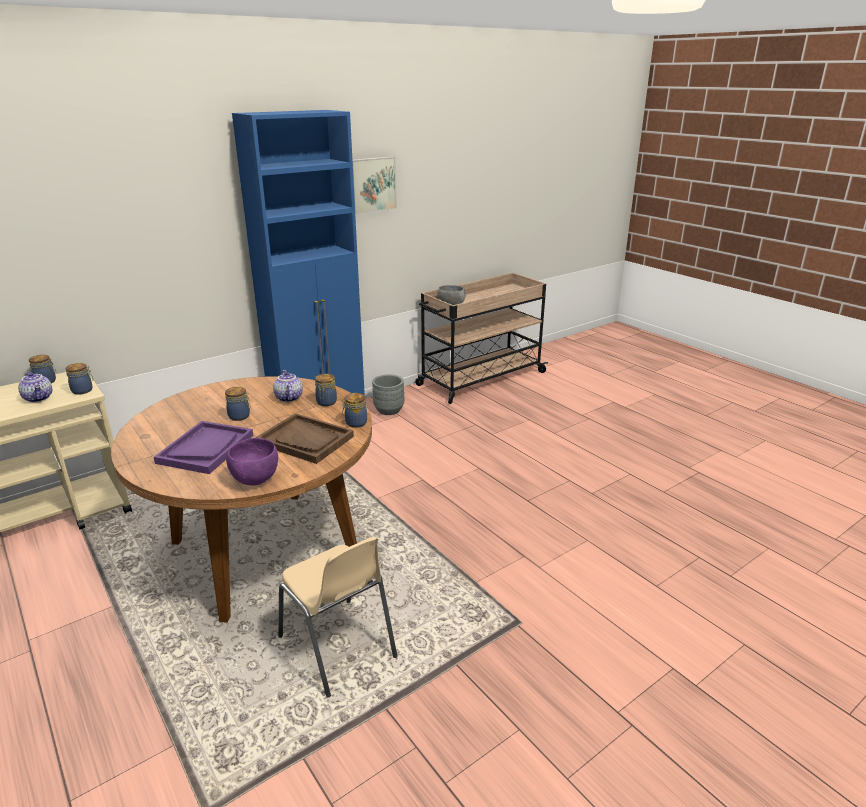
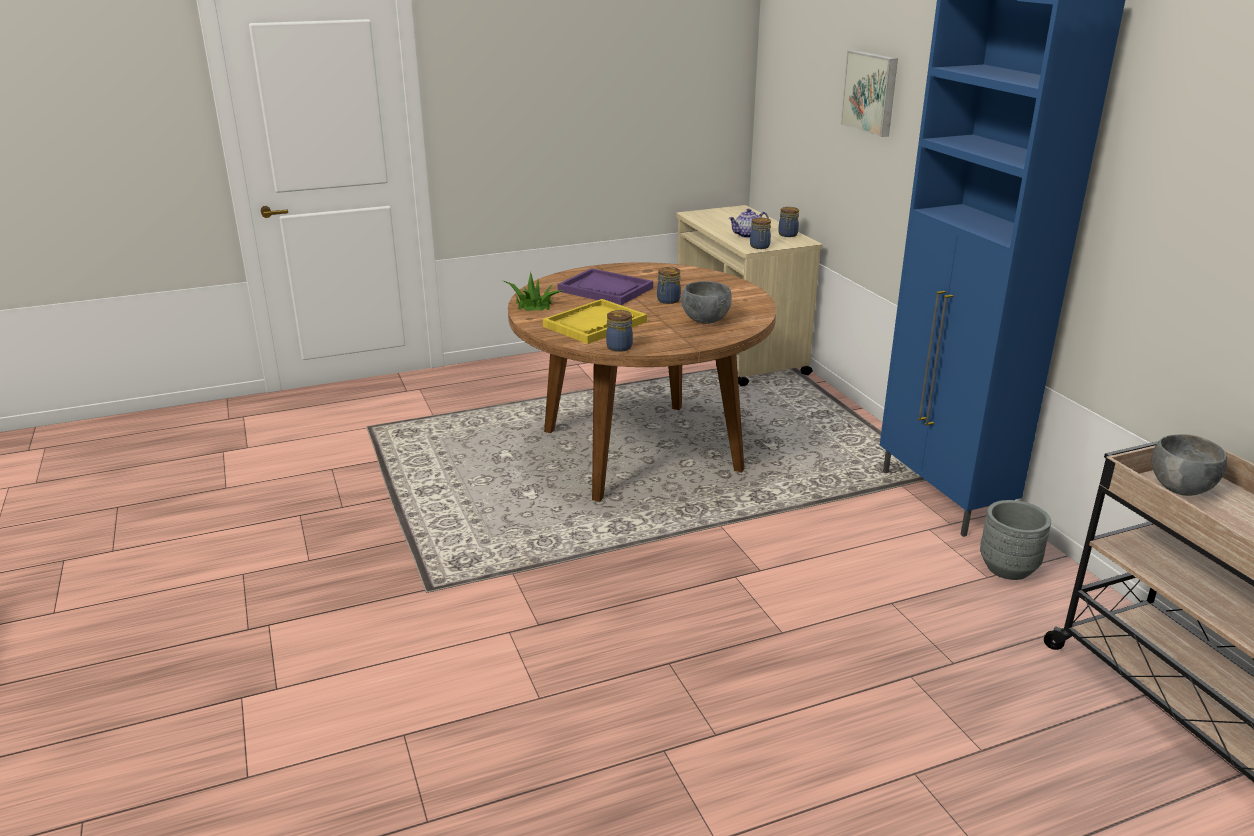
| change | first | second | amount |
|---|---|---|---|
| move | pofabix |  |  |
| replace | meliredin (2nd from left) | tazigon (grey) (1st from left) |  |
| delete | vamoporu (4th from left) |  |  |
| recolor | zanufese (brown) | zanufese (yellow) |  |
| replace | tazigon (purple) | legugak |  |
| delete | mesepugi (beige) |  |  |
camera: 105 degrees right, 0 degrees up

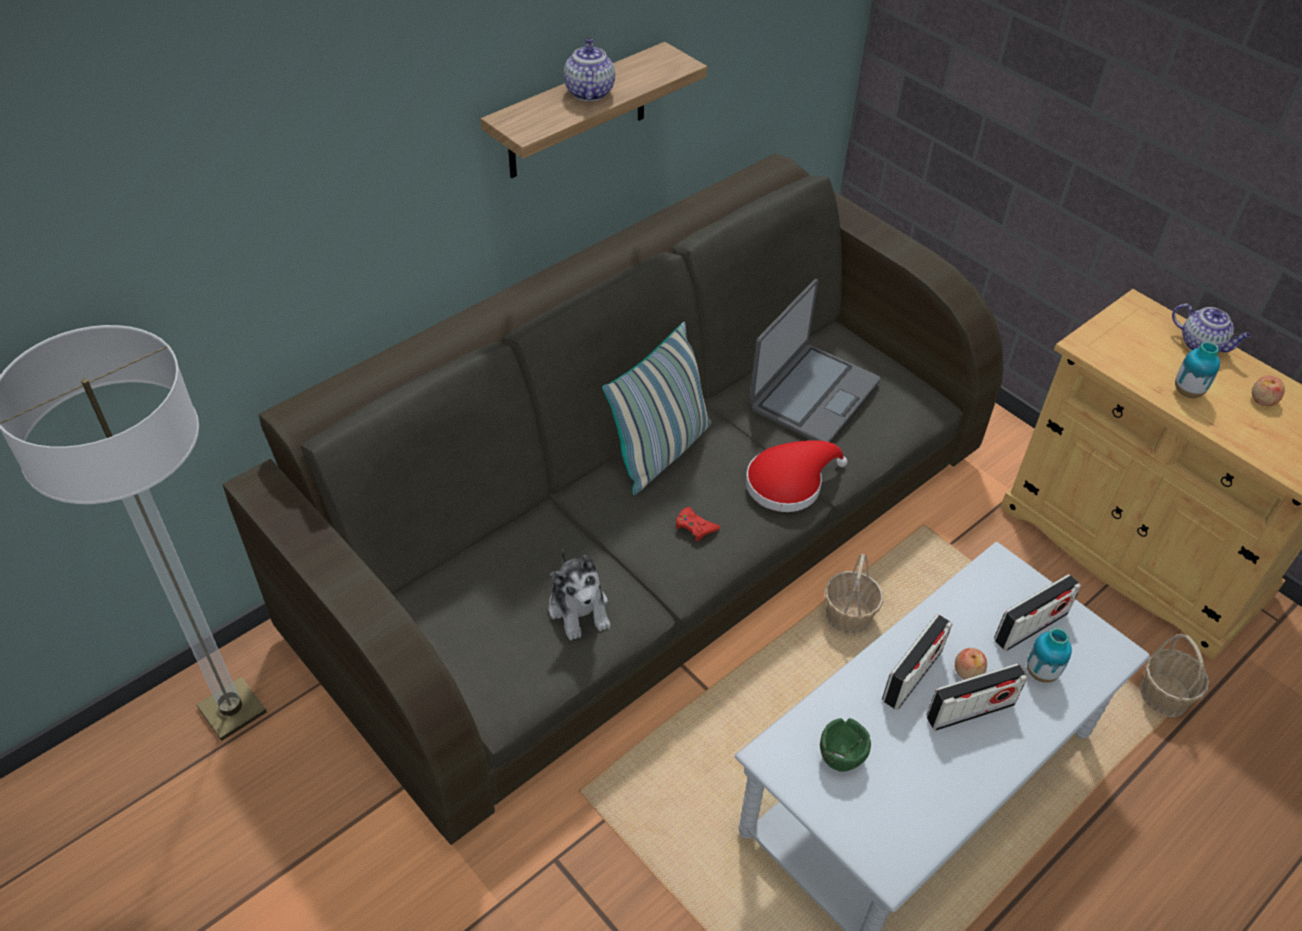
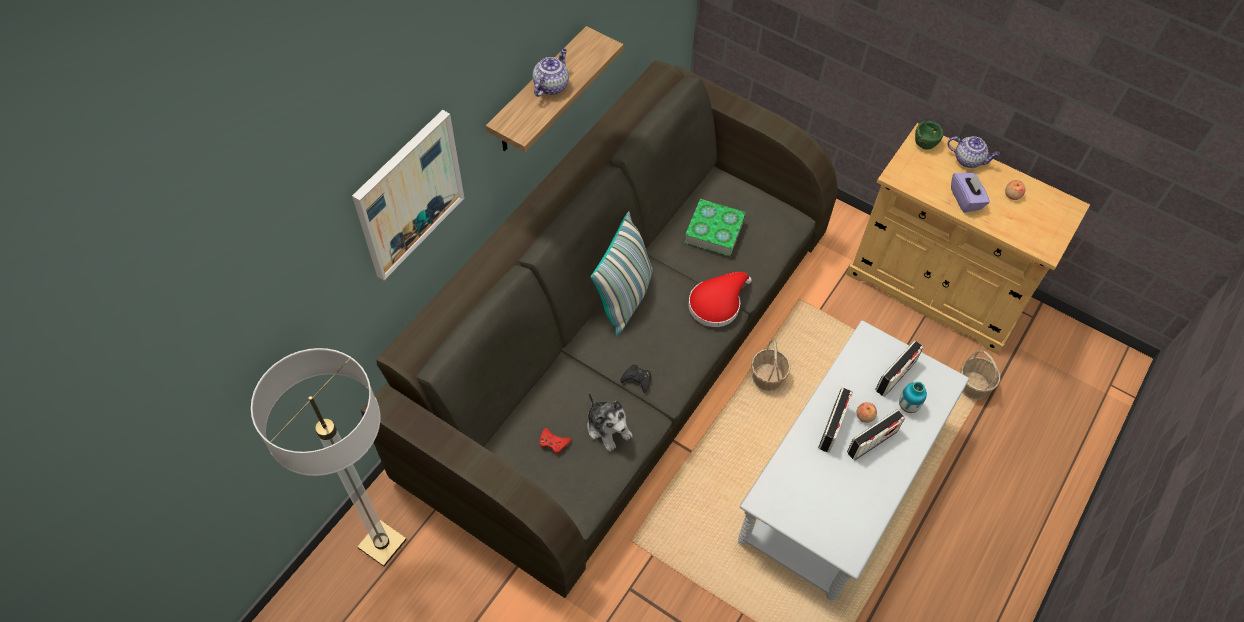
| change | first | second | amount |
|---|---|---|---|
| rotate | meliredin (1st from left) |  | 45 degrees clockwise |
| replace | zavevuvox | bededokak |  |
| replace | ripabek (2nd from left) | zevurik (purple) |  |
| move | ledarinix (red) |  |  |
| move | tazigon (green) |  |  |
| insert |  | pofabix |  |
| insert |  | ledarinix (black) |  |
camera: 15 degrees left, 10 degrees up

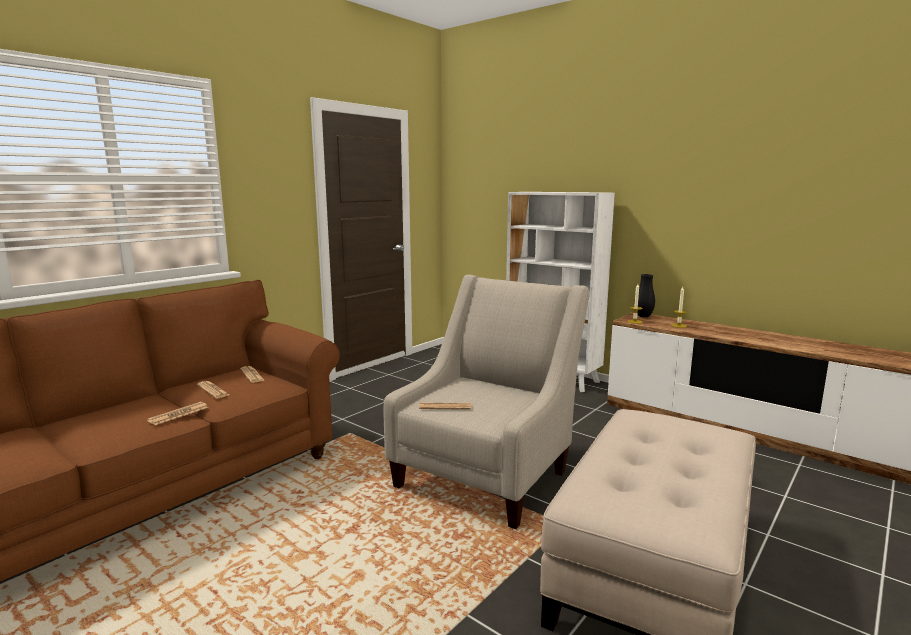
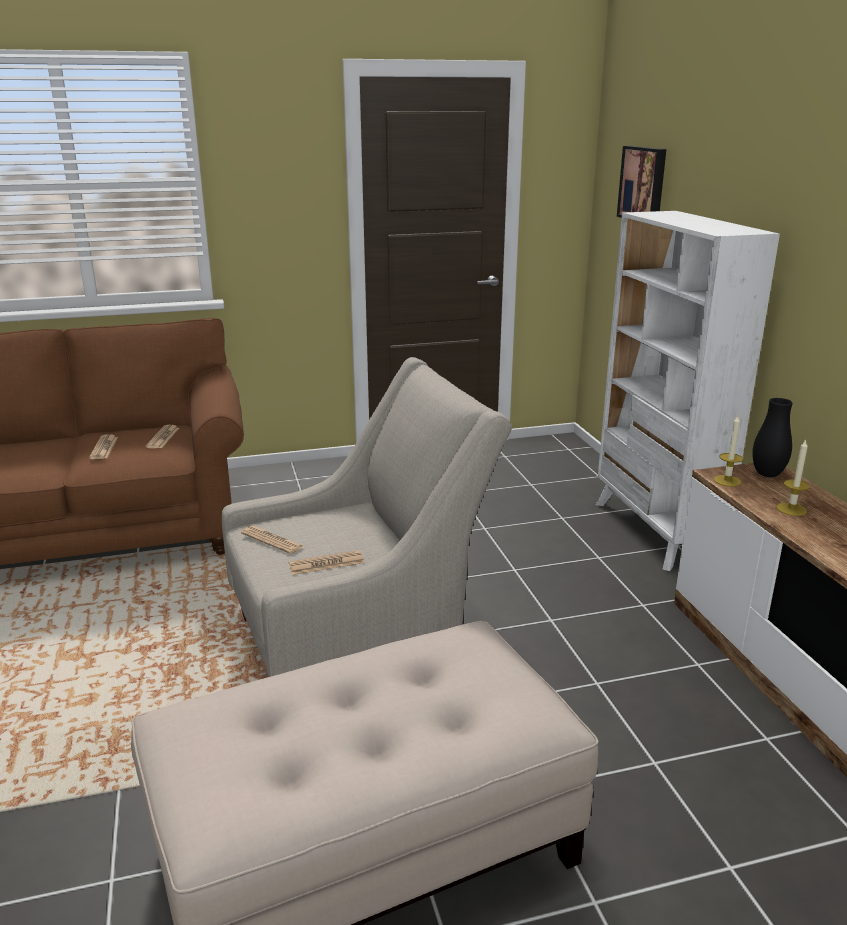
| change | first | second | amount |
|---|---|---|---|
| move | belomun (1st from left in the first image) | belomun (4th from left) |  |
| insert |  | pofabix |  |
camera: 35 degrees right, 10 degrees up

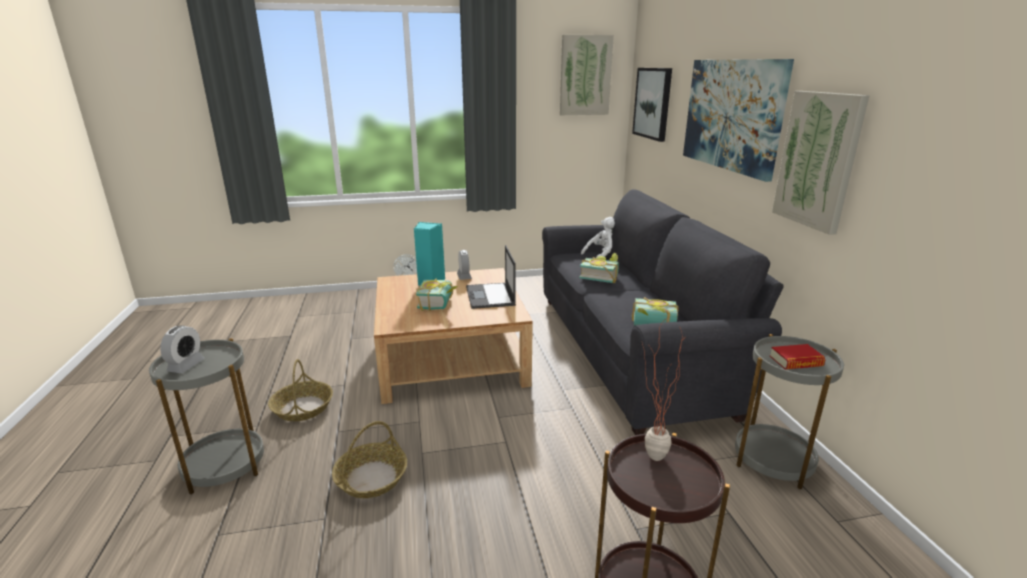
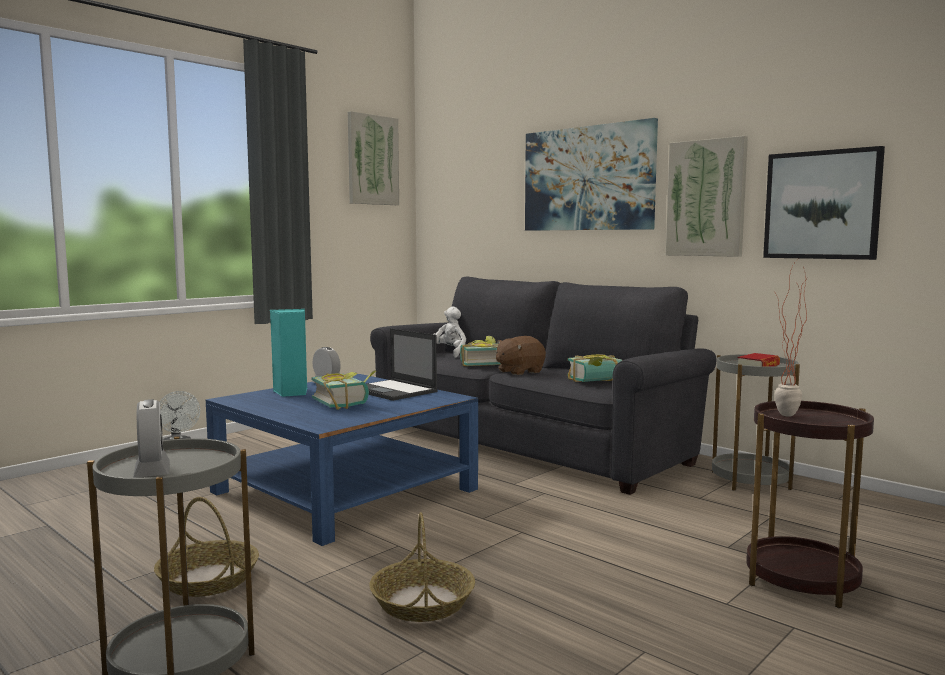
| change | first | second | amount |
|---|---|---|---|
| move | pofabix (2nd from left in the first image) | pofabix (4th from left) |  |
| recolor | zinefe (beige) | zinefe (blue) |  |
| insert |  | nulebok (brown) |  |
camera: 35 degrees left, 15 degrees down

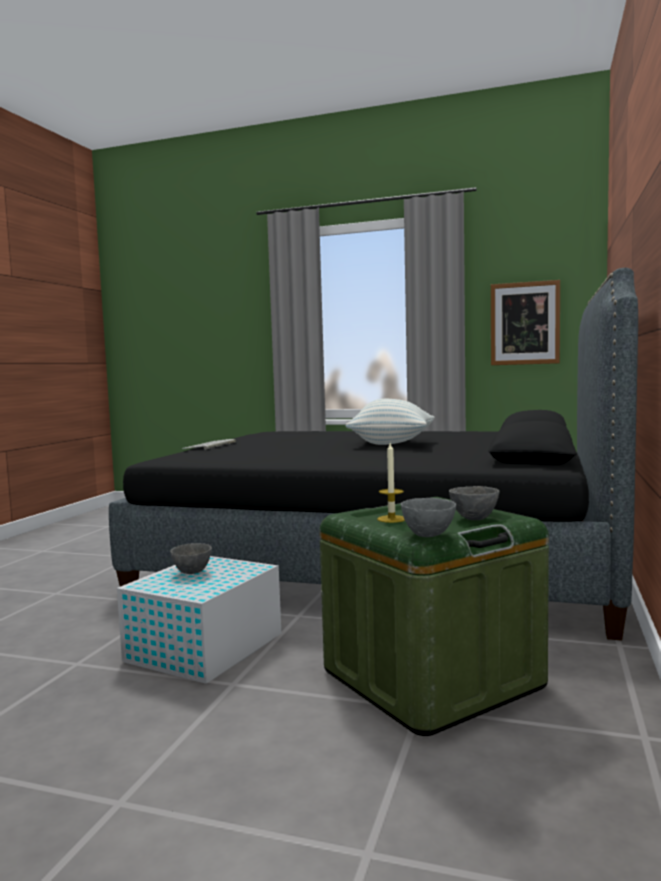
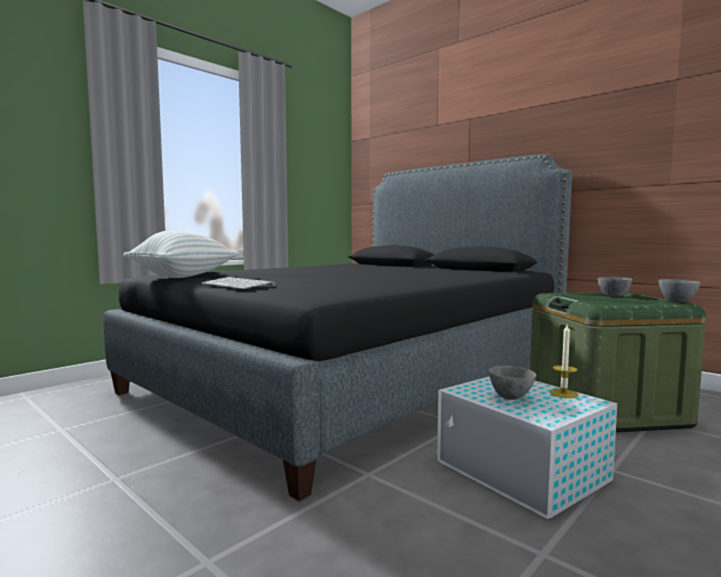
| change | first | second | amount |
|---|---|---|---|
| delete | pofabix |  |  |
| move | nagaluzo |  |  |
| move | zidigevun |  |  |
camera: 65 degrees left, 0 degrees up

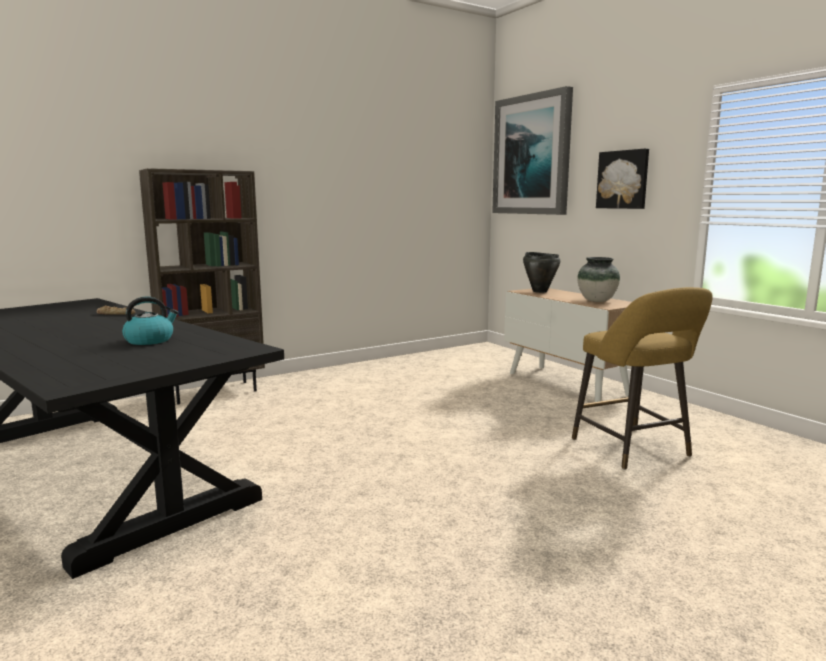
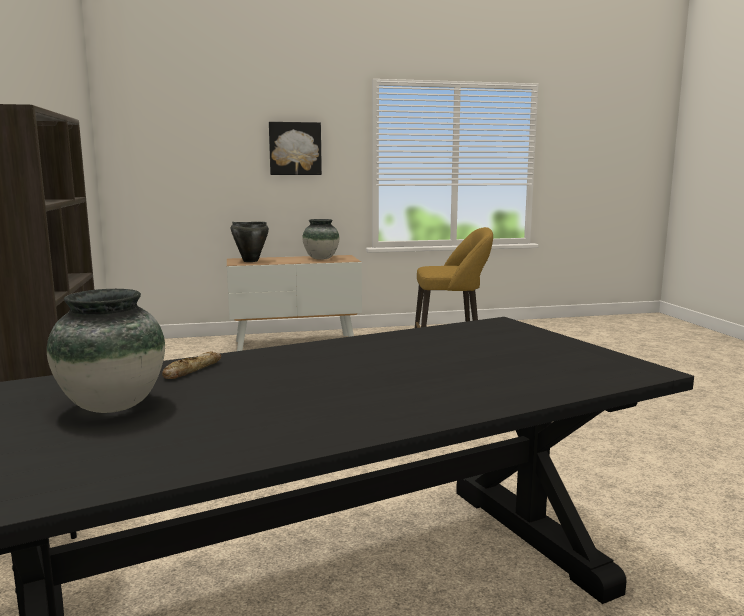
| change | first | second | amount |
|---|---|---|---|
| delete | pofabix (1st from left) |  |  |
| delete | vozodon |  |  |
| insert |  | ripabek (1st from left) |  |
camera: 70 degrees left, 0 degrees up

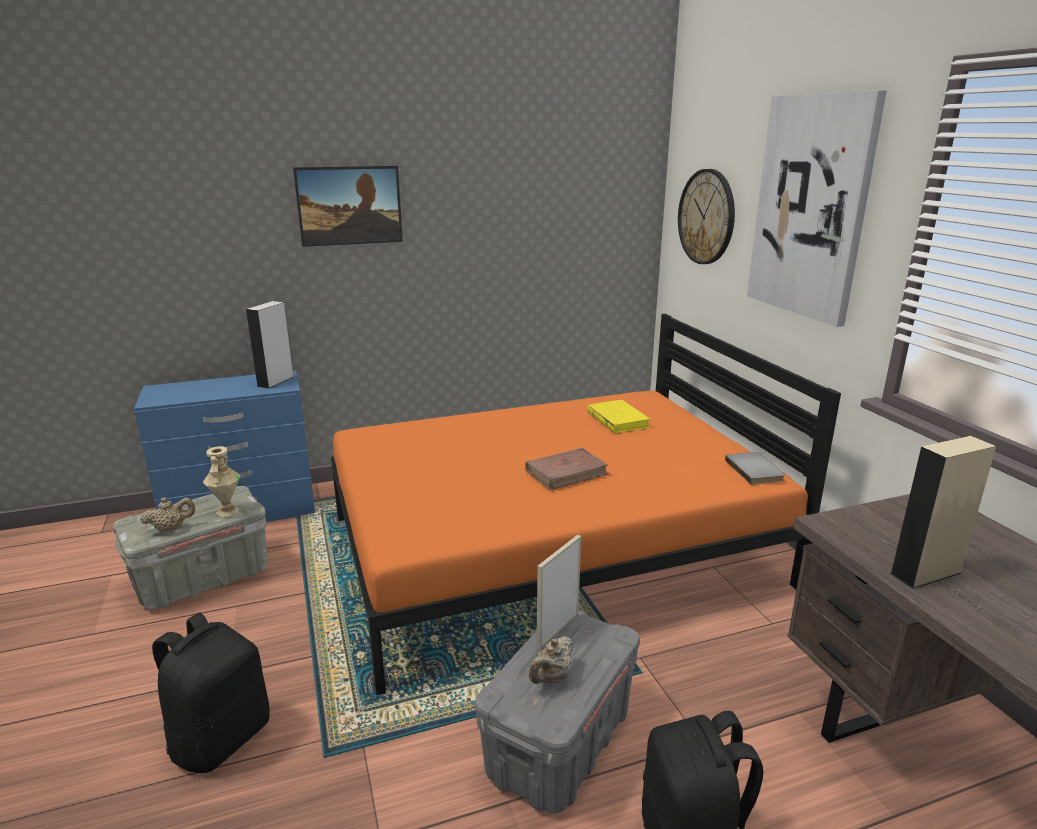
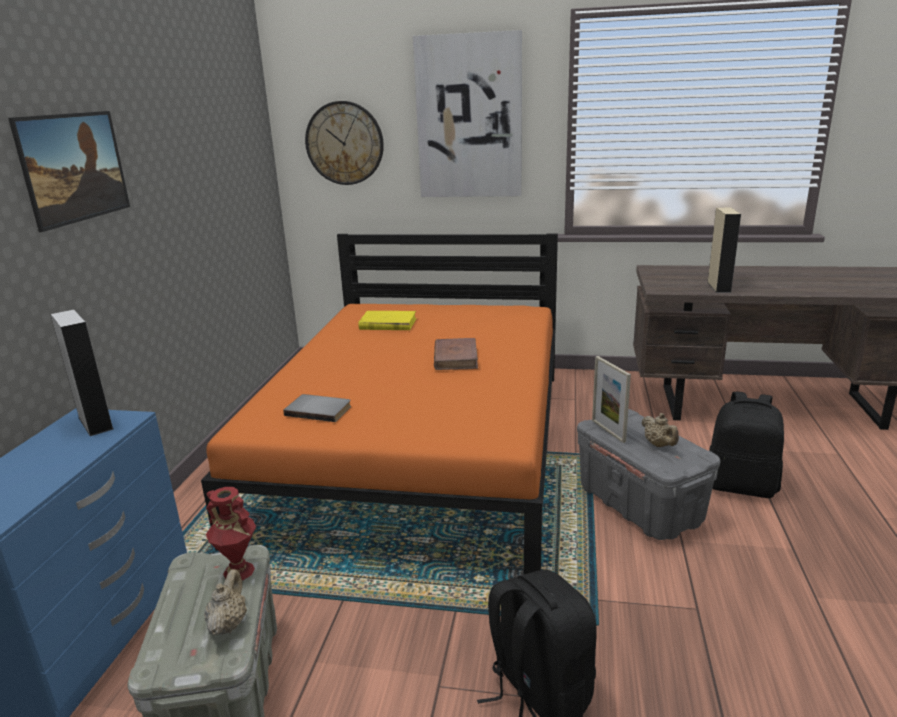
| change | first | second | amount |
|---|---|---|---|
| recolor | ripabek (beige) | ripabek (red) |  |
| move | bededokak (grey) |  |  |
camera: 60 degrees left, 0 degrees up

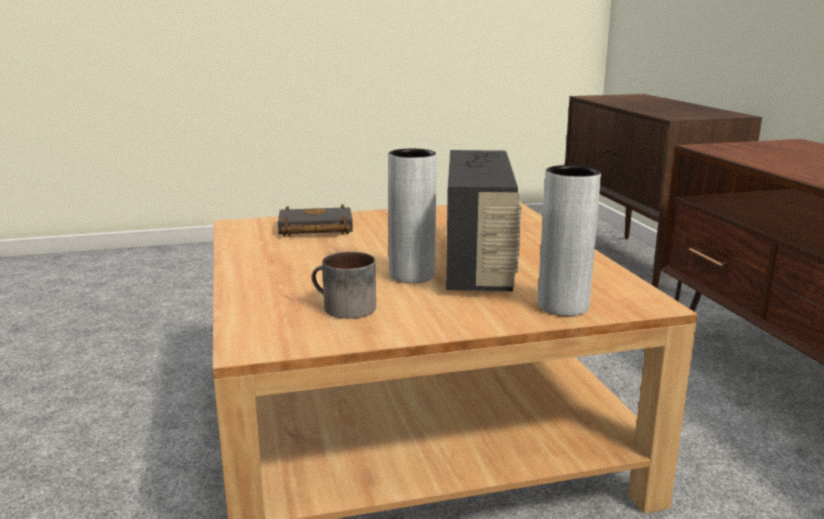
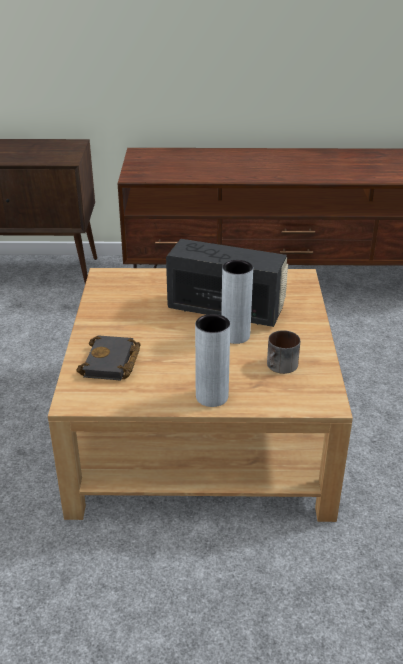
| change | first | second | amount |
|---|---|---|---|
| move | ripabek (grey) (2nd from left in the first image) | ripabek (grey) (1st from left) |  |
camera: 75 degrees left, 15 degrees up

